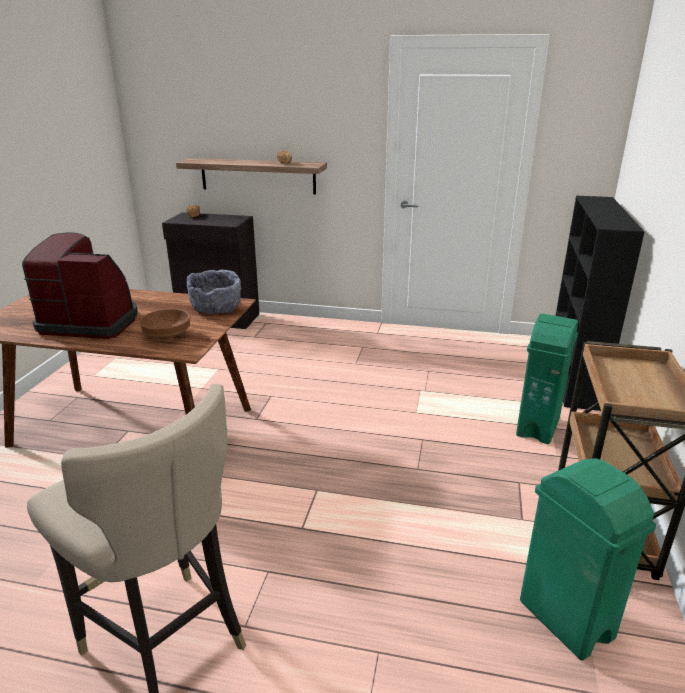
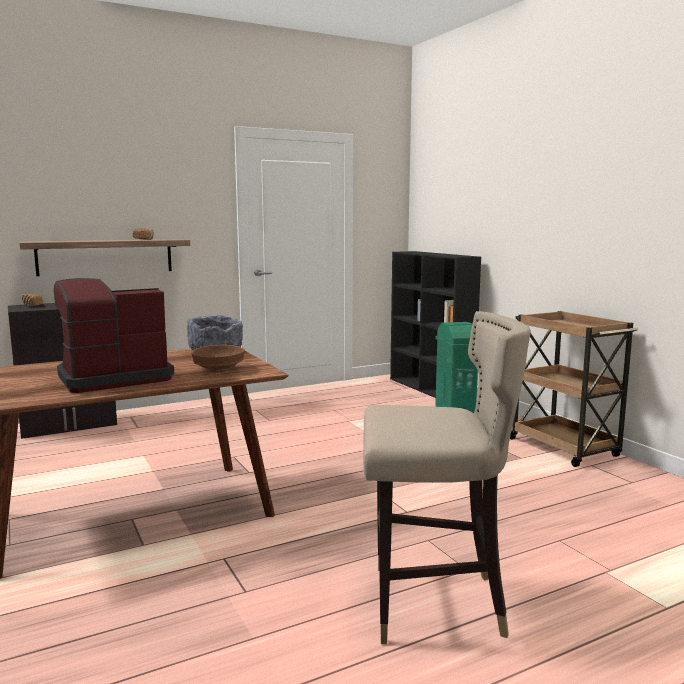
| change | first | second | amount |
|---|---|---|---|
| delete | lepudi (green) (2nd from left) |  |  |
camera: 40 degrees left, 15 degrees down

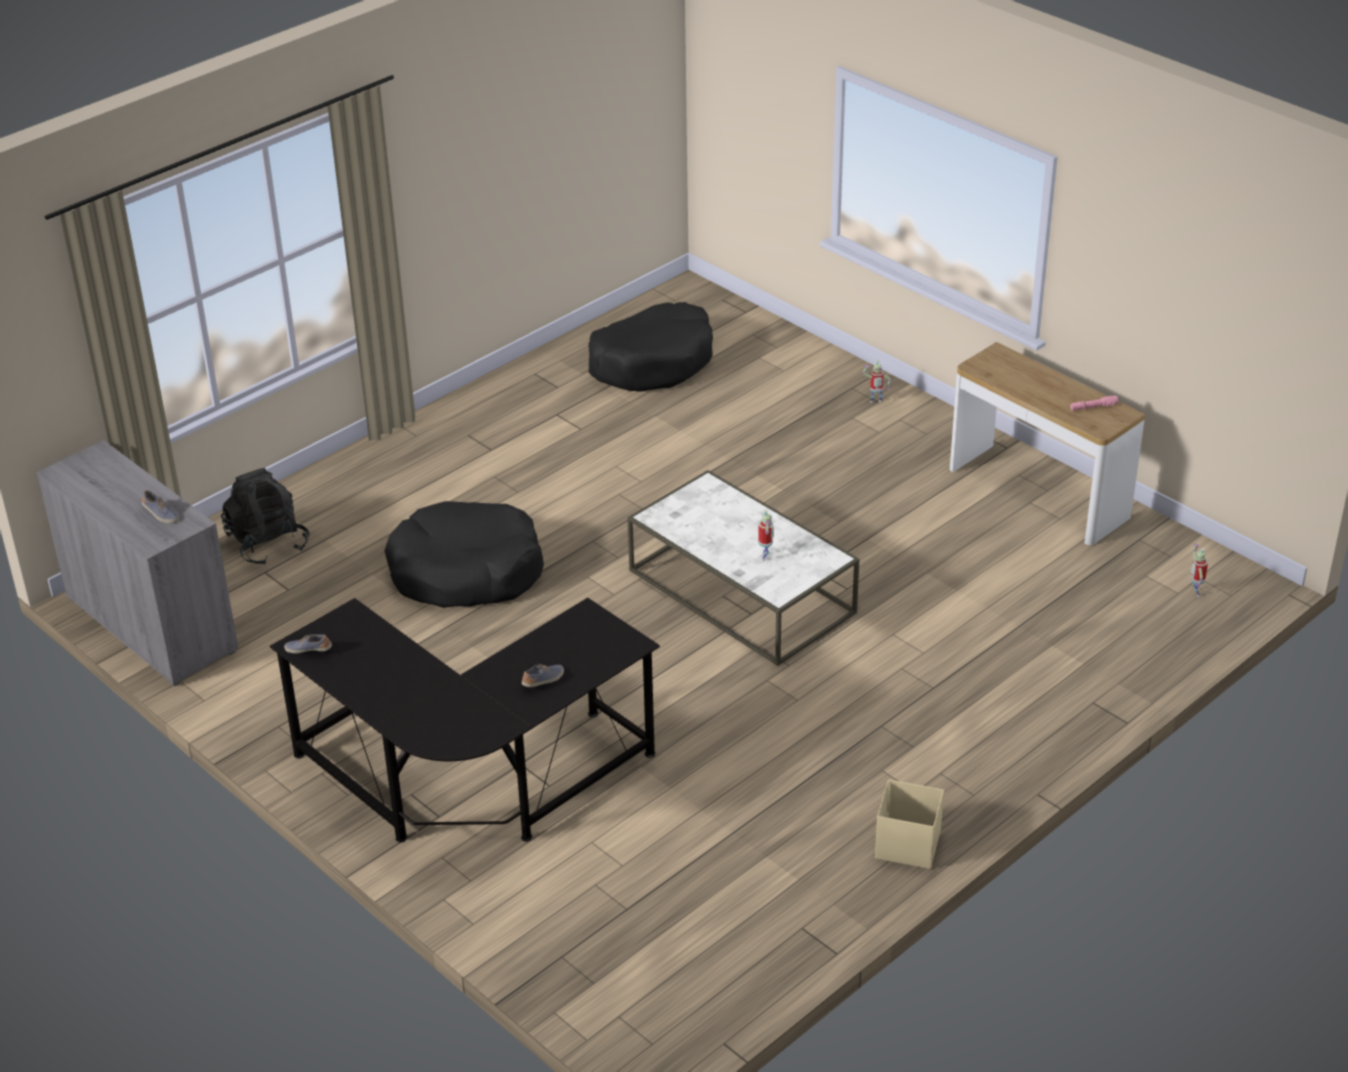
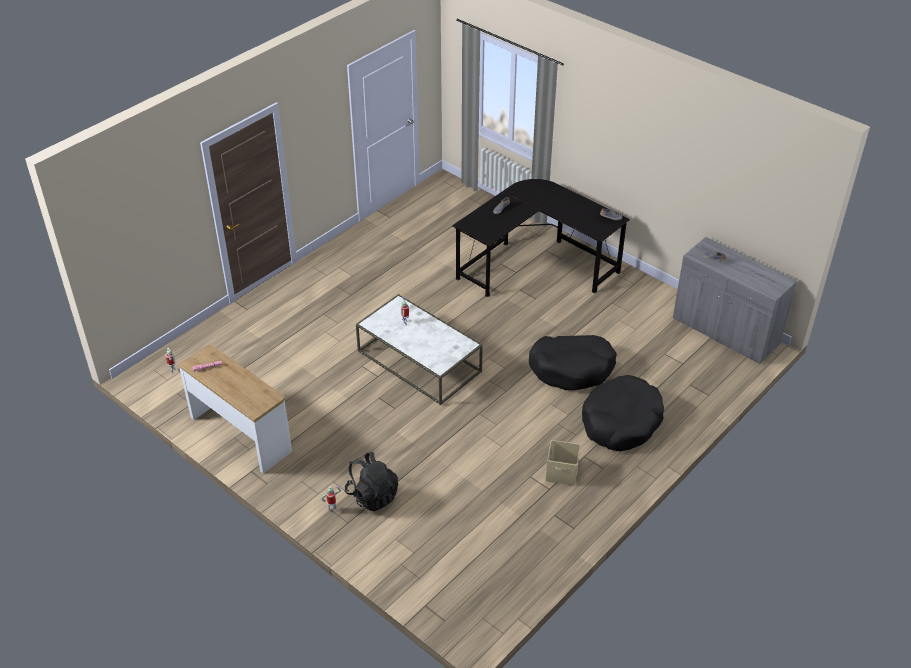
| change | first | second | amount |
|---|---|---|---|
| move | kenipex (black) (2nd from left) |  |  |
| move | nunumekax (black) |  |  |
| move | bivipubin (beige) |  |  |
camera: 175 degrees right, 5 degrees up

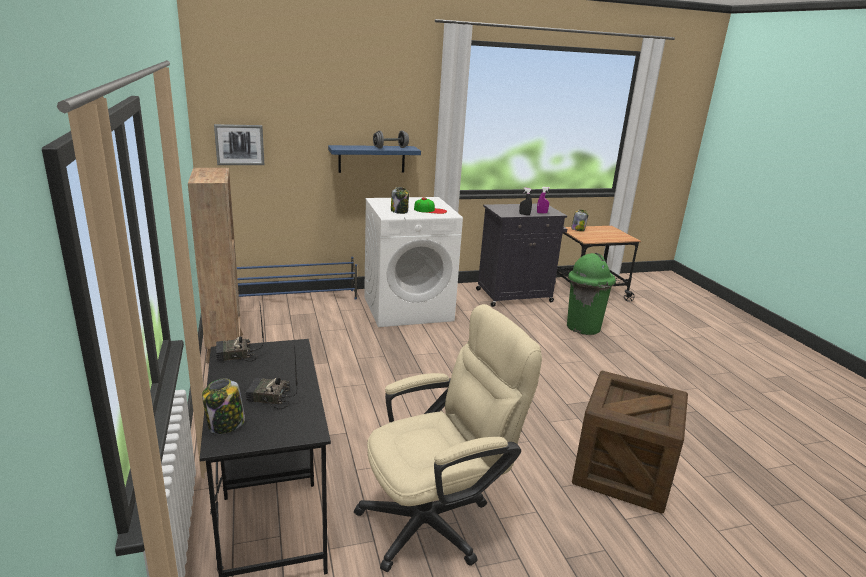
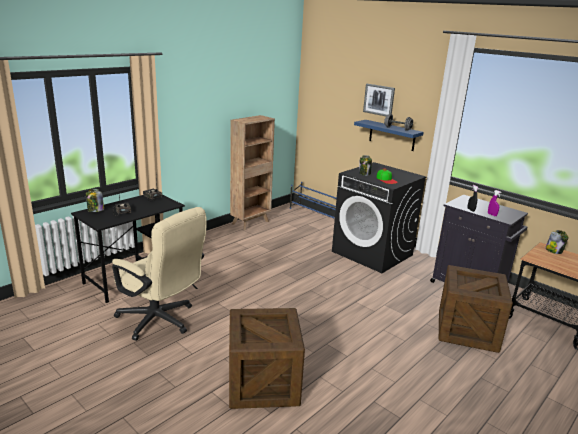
| change | first | second | amount |
|---|---|---|---|
| move | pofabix |  |  |
| recolor | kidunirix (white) | kidunirix (black) |  |
| replace | lepudi (green) | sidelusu (2nd from left) |  |
camera: 60 degrees right, 0 degrees up

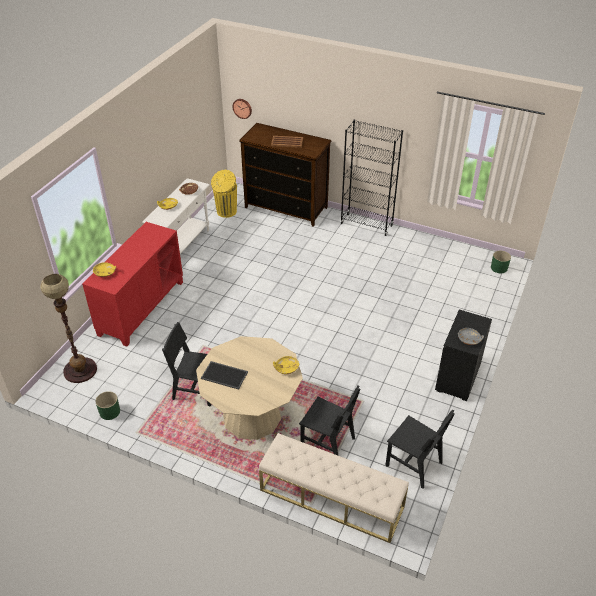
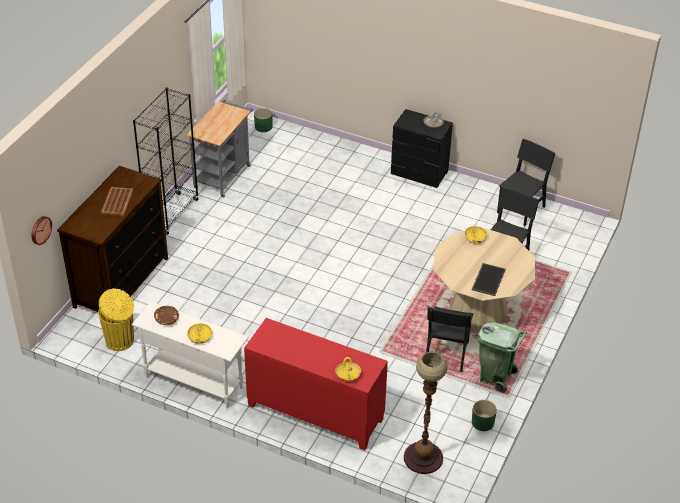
| change | first | second | amount |
|---|---|---|---|
| delete | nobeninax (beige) |  |  |
| insert |  | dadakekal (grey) |  |
| insert |  | lepudi (green) |  |
camera: 90 degrees left, 0 degrees up

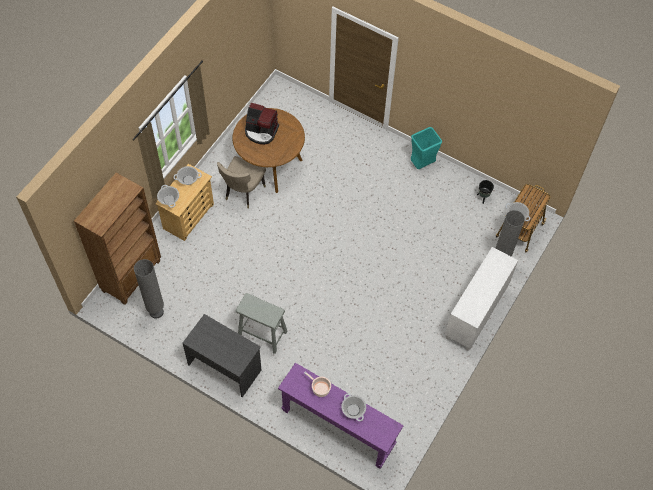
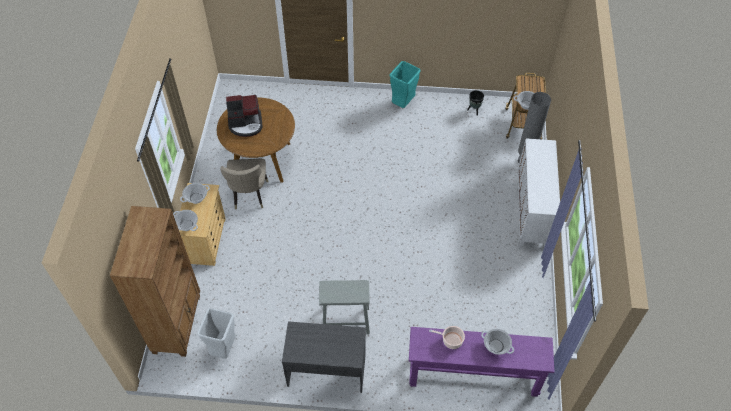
| change | first | second | amount |
|---|---|---|---|
| replace | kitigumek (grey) (1st from left) | lepudi (grey) |  |
camera: 25 degrees left, 5 degrees down

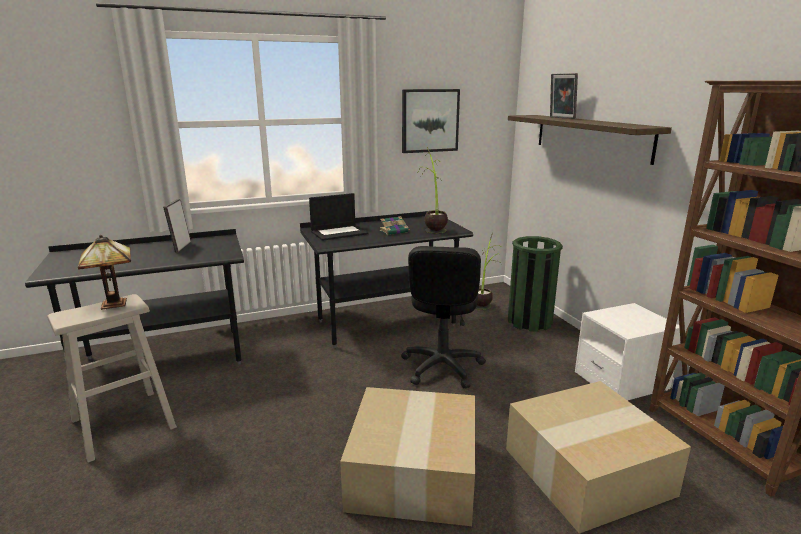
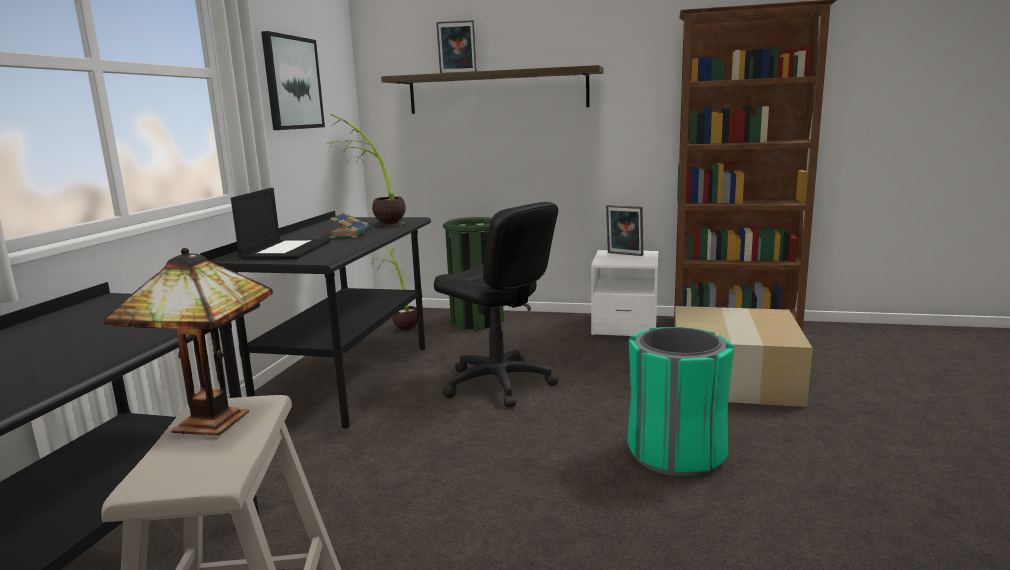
| change | first | second | amount |
|---|---|---|---|
| move | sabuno (1st from left in the first image) | sabuno (2nd from left) |  |
| replace | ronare (1st from left) | lepudi (green) (2nd from left) |  |
camera: 55 degrees left, 5 degrees down

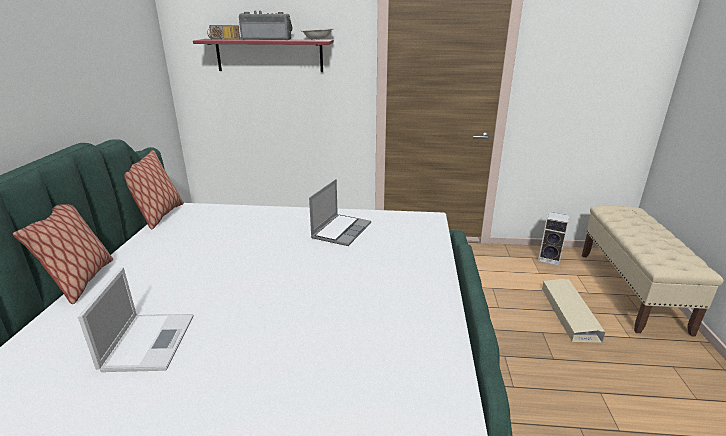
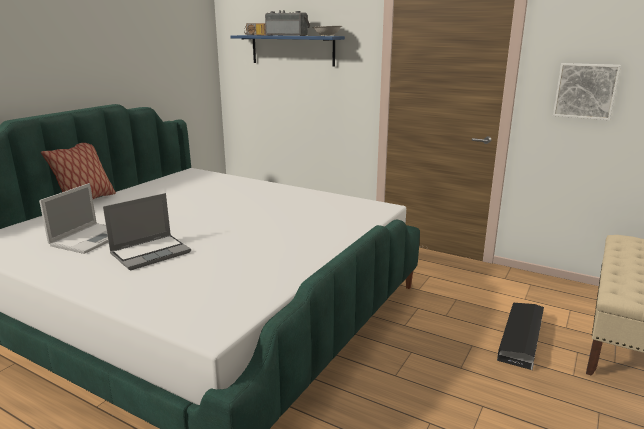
| change | first | second | amount |
|---|---|---|---|
| recolor | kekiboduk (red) | kekiboduk (blue) |  |
| delete | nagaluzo (2nd from left) |  |  |
| move | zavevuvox (2nd from left) |  |  |
| delete | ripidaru |  |  |
| recolor | bivipubin (beige) | bivipubin (black) |  |
| insert |  | pofabix |  |
camera: 25 degrees right, 5 degrees down

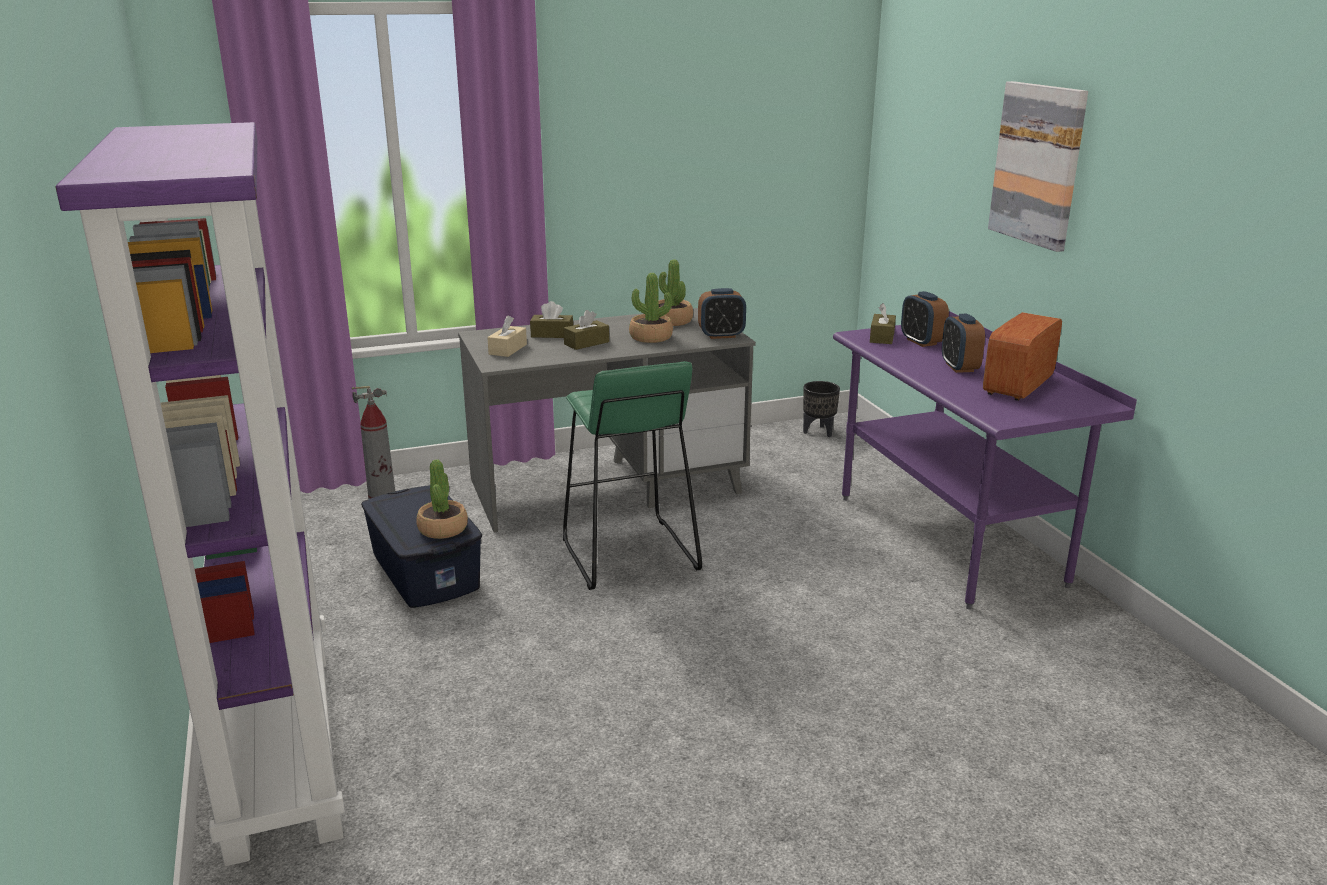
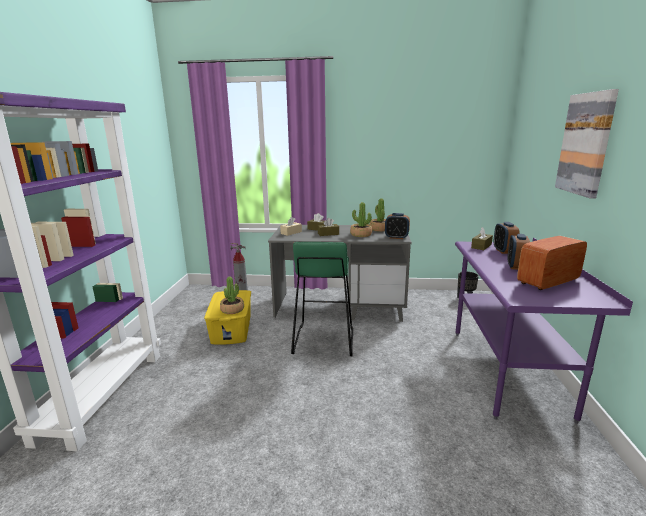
| change | first | second | amount |
|---|---|---|---|
| recolor | bivipubin (blue) | bivipubin (yellow) |  |
camera: 25 degrees right, 5 degrees down

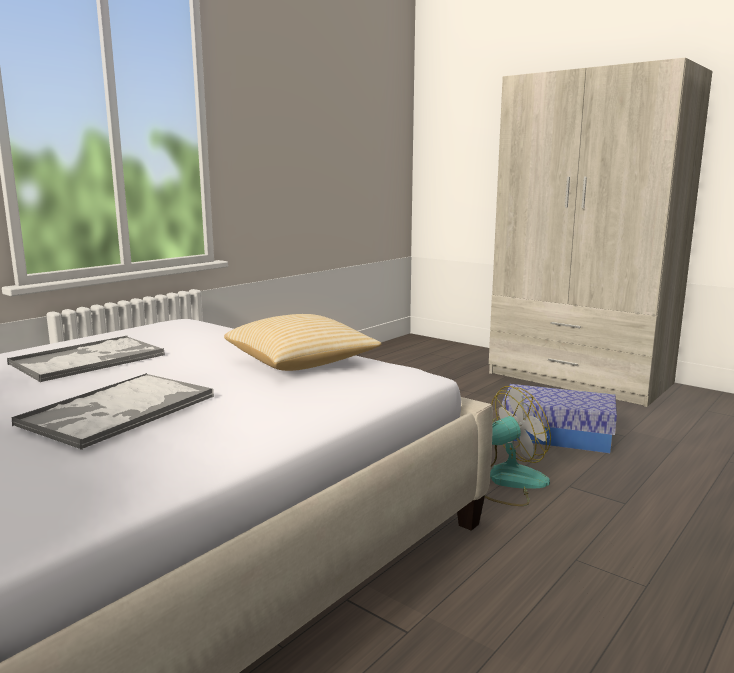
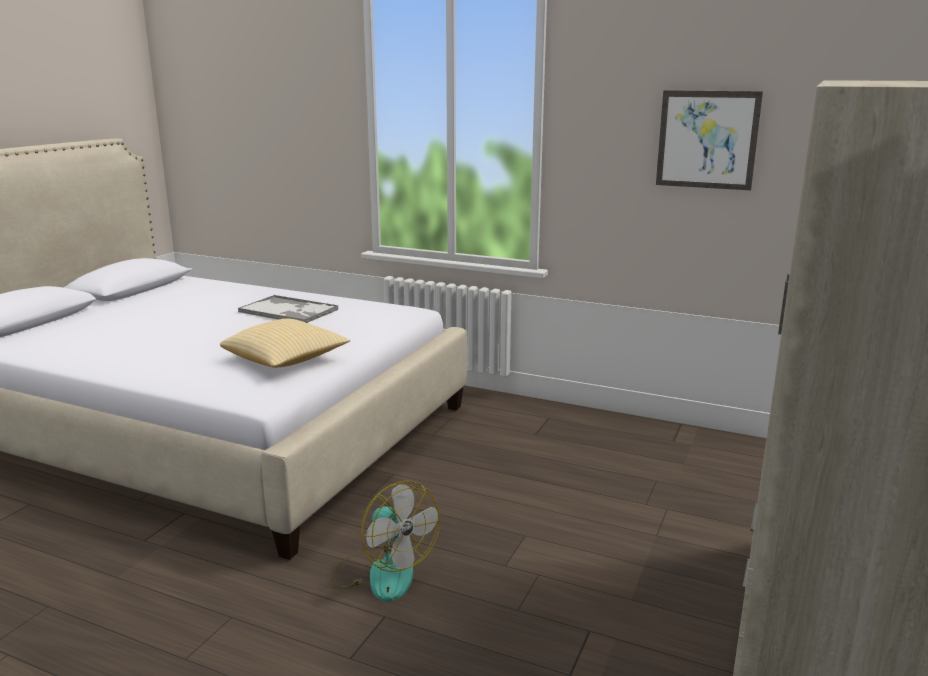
| change | first | second | amount |
|---|---|---|---|
| delete | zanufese (2nd from left) |  |  |
| delete | bivipubin |  |  |
| insert |  | pofabix |  |
camera: 75 degrees right, 5 degrees up

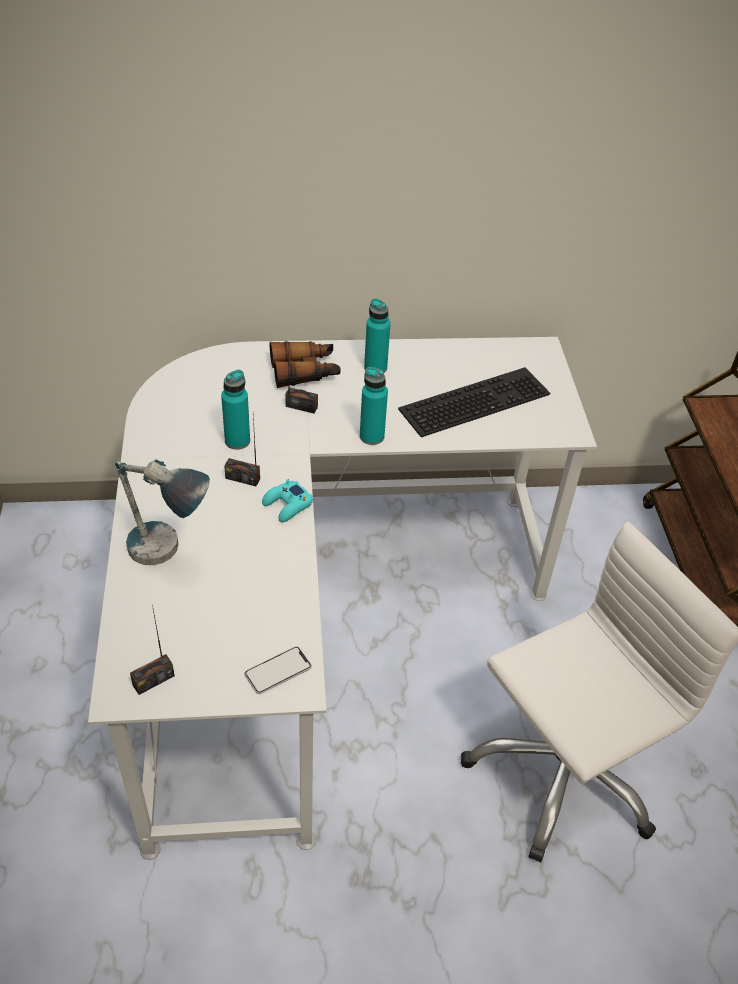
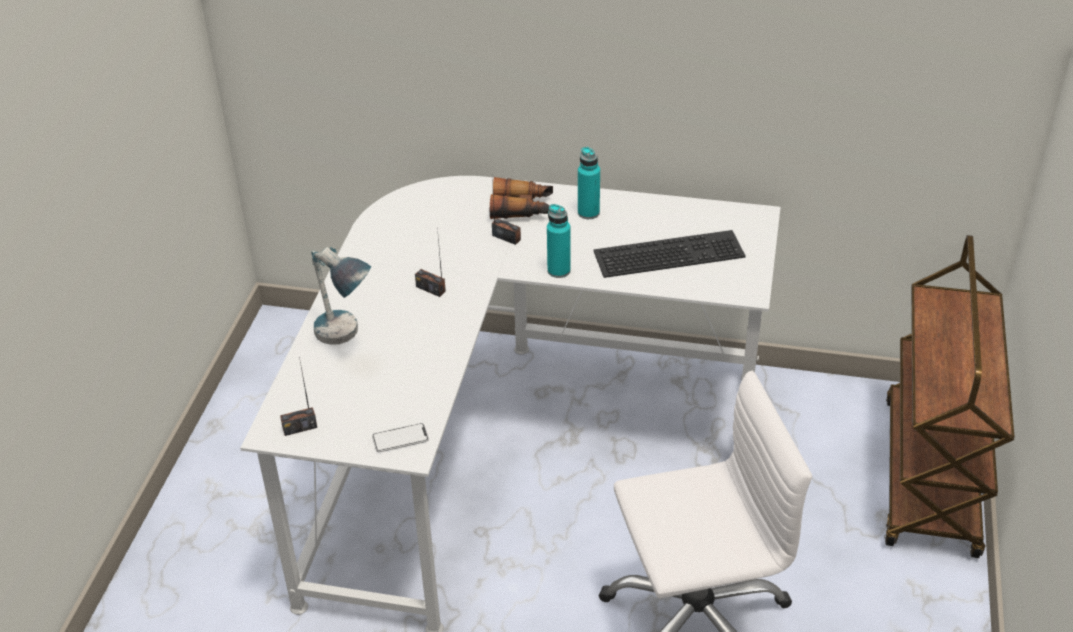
| change | first | second | amount |
|---|---|---|---|
| delete | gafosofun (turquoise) (1st from left) |  |  |
| delete | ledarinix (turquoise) |  |  |
camera: 20 degrees right, 5 degrees down

